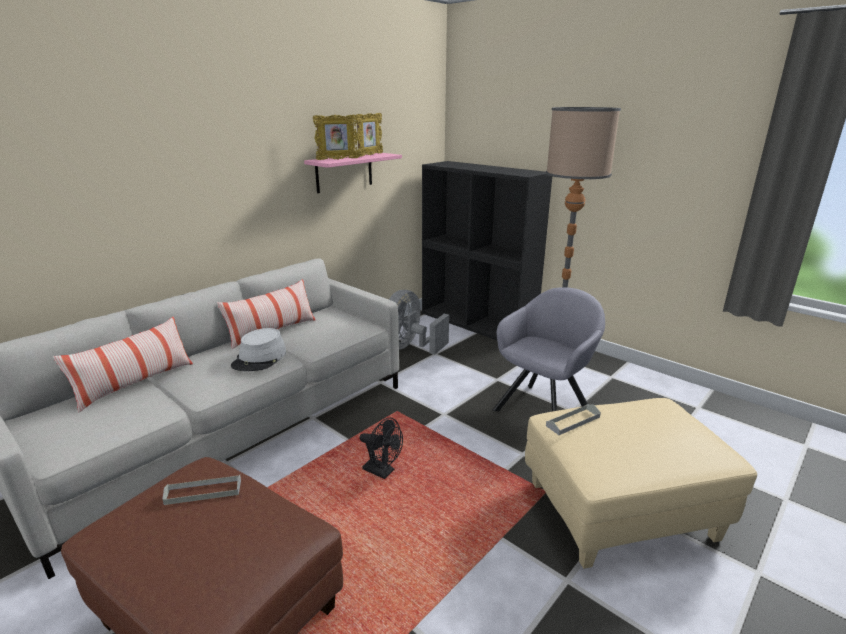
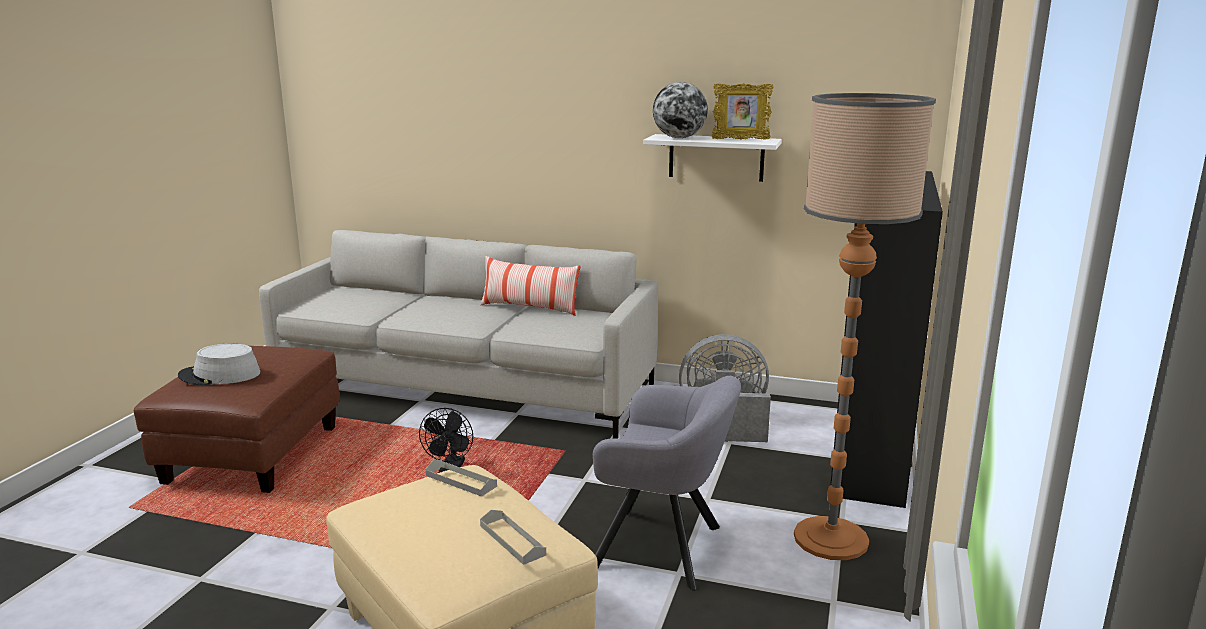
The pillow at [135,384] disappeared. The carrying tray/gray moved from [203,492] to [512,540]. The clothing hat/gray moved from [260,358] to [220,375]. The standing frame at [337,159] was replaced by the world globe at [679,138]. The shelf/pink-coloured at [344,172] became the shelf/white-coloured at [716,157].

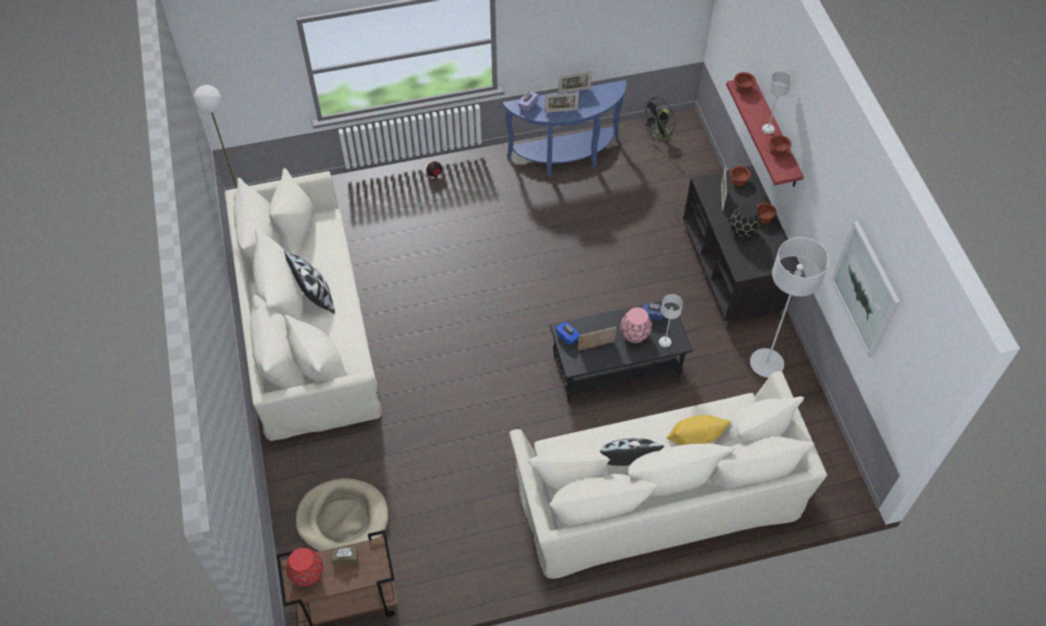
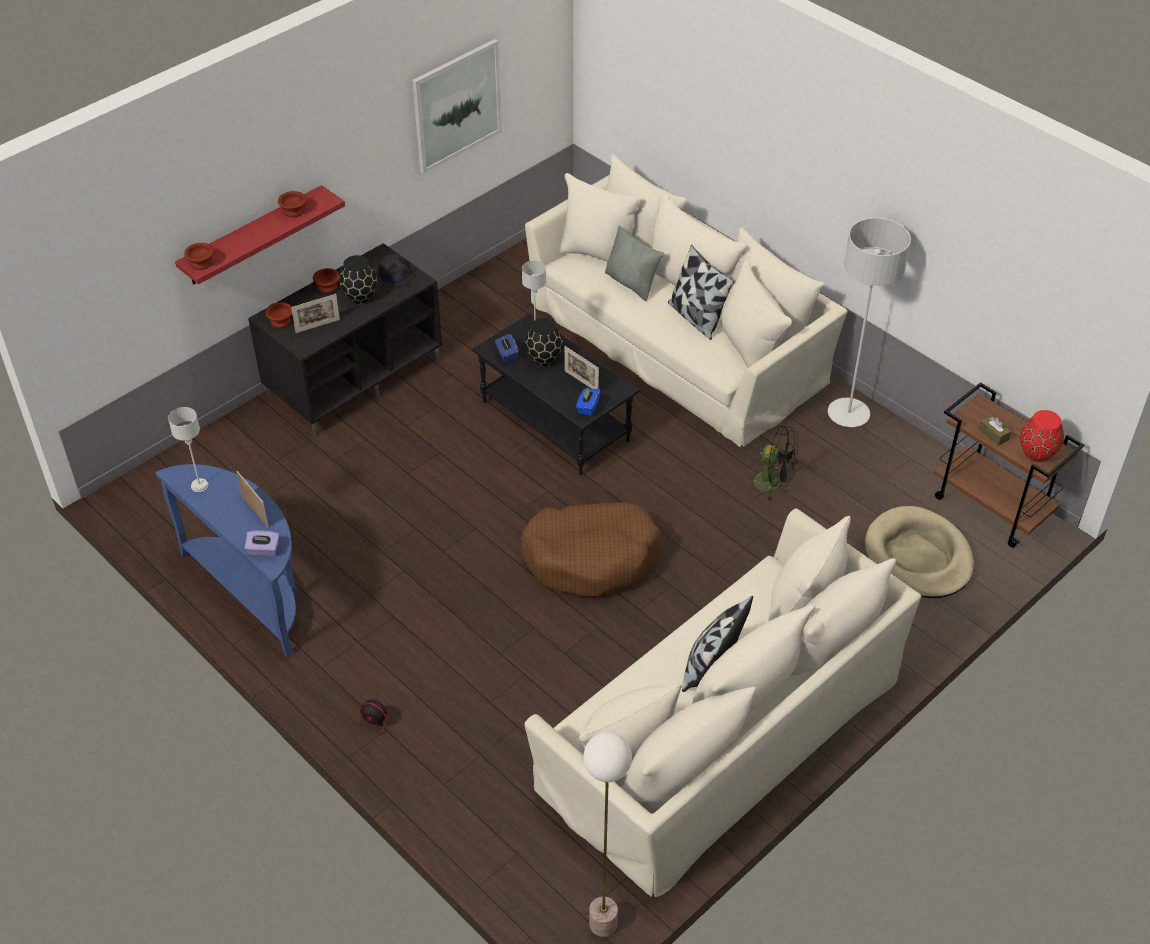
The standing frame at [574,91] disappeared. The clothing hat/black-coloured at [394,274] appeared. The pet bed/brown at [591,558] appeared. The electric fan/black-coloured moved from [658,137] to [773,483]. The floor lamp/gray moved from [766,364] to [848,414]. The lamp for a table/gray moved from [768,129] to [199,485]. The vase/pink-coloured at [634,335] became the vase/black-coloured at [545,358]. The pillow/yellow-coloured at [694,440] became the pillow/gray at [632,283].

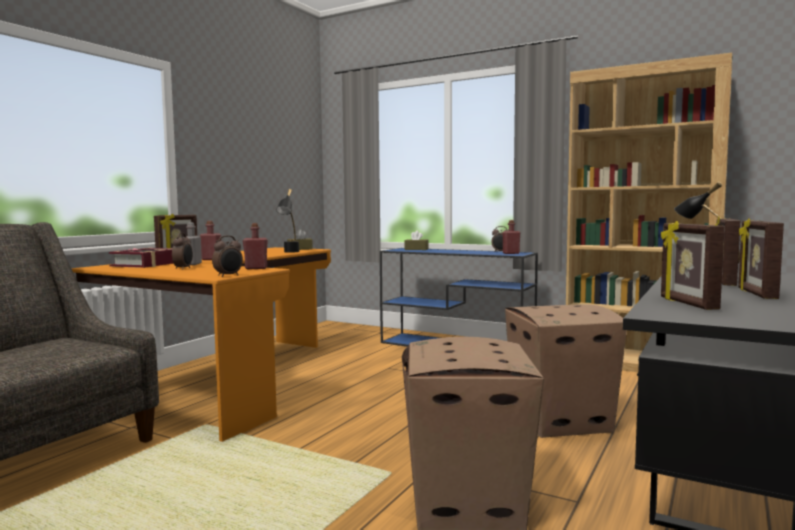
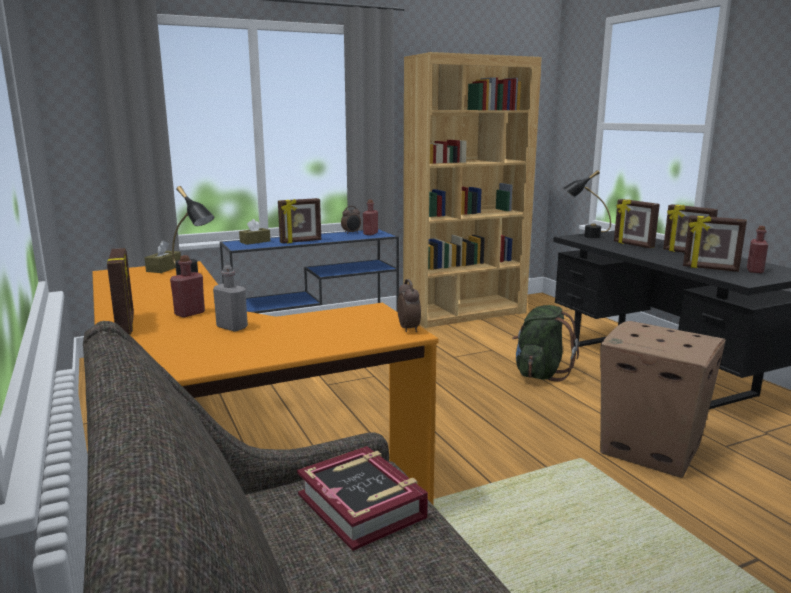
The table clock at [183,268] disappeared. The standing frame at [301,241] appeared. The bound book moved from [148,264] to [362,506]. The drink bottle/reddish moved from [256,268] to [754,270]. The carton at [558,421] was replaced by the knapsack/green-coloured at [540,374].

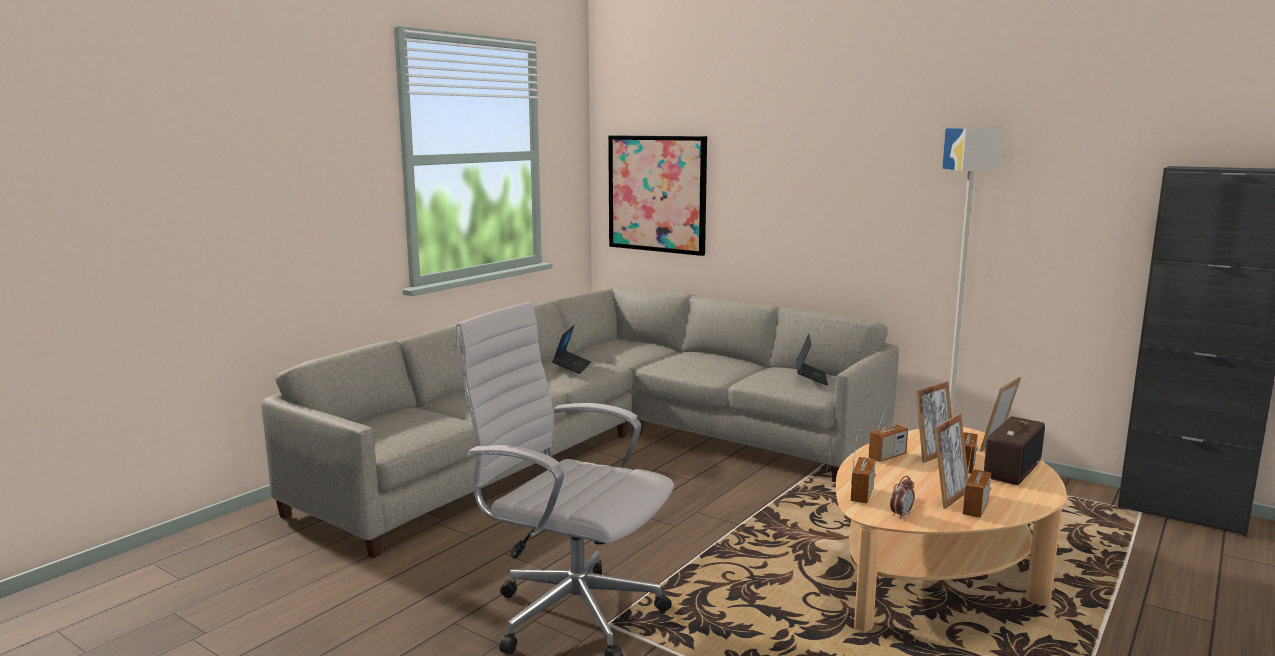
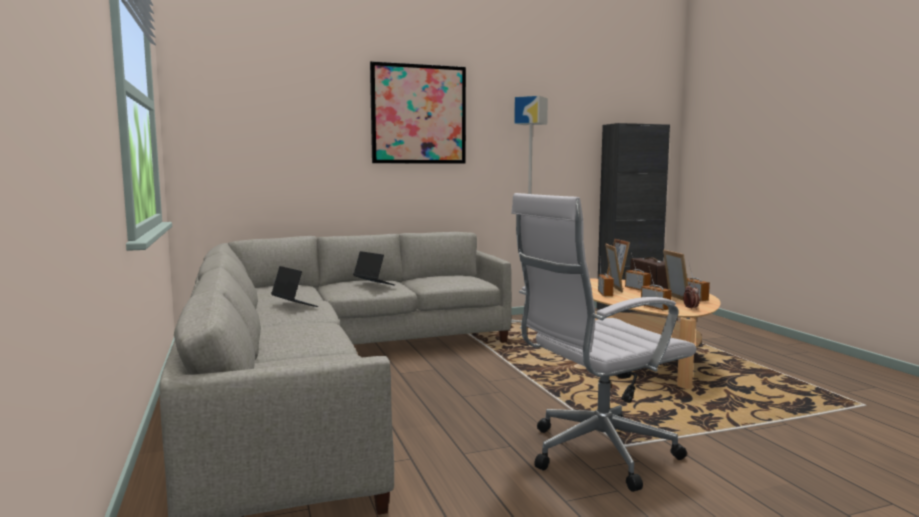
The wall picture moved from [657,194] to [418,114]. The notebook computer moved from [811,378] to [374,284].

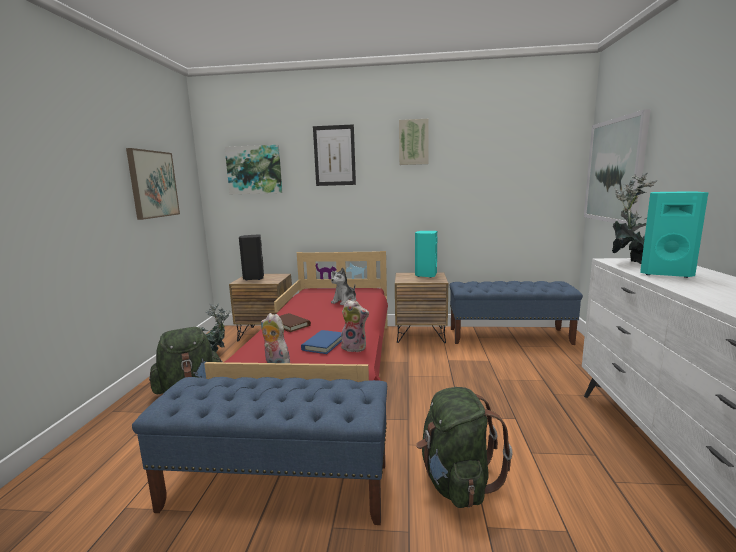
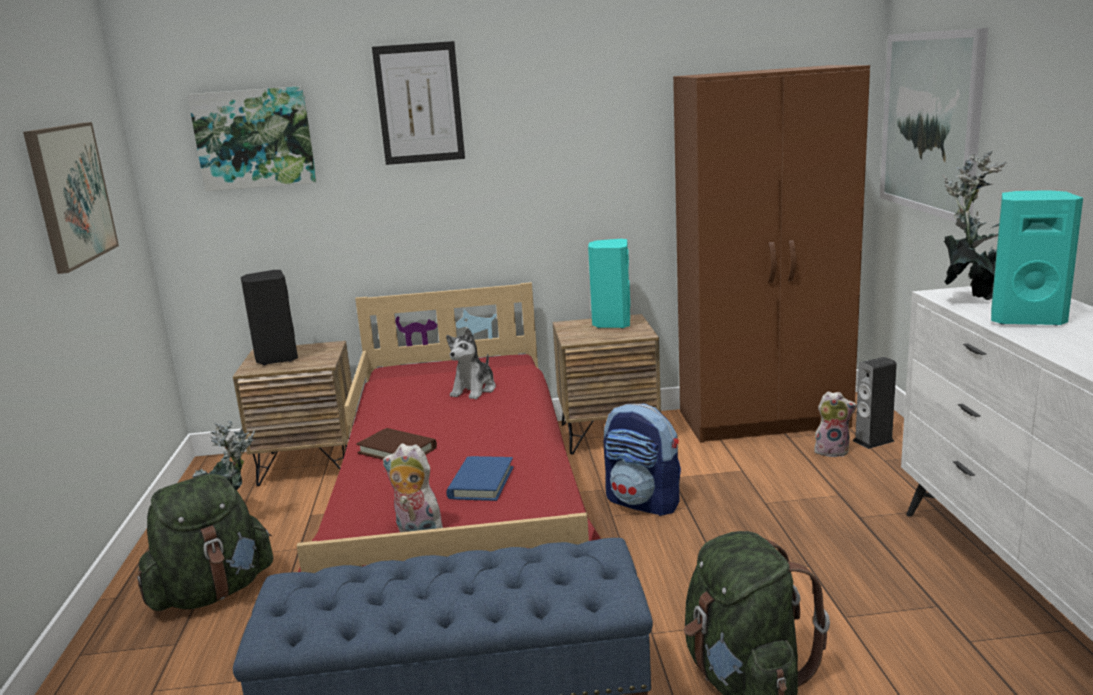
The wall picture at [413,142] disappeared. The knapsack at [643,502] appeared. The speaker at [873,441] appeared. The plush toy moved from [355,347] to [832,451]. The bench/blue-coloured at [509,336] was replaced by the clothes cupboard/brown at [765,420].

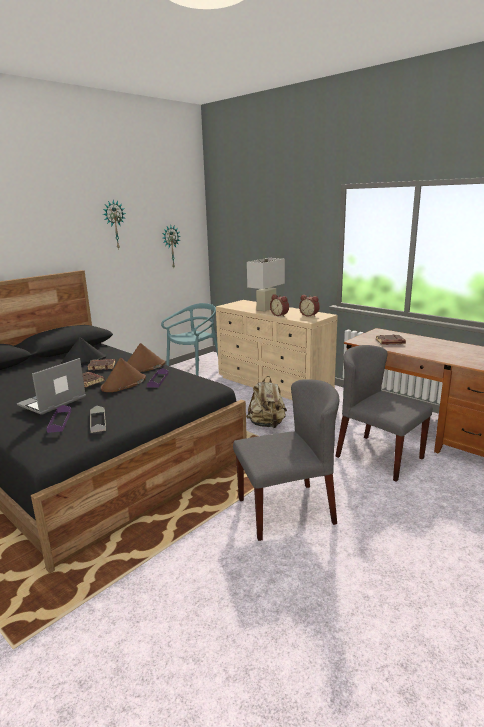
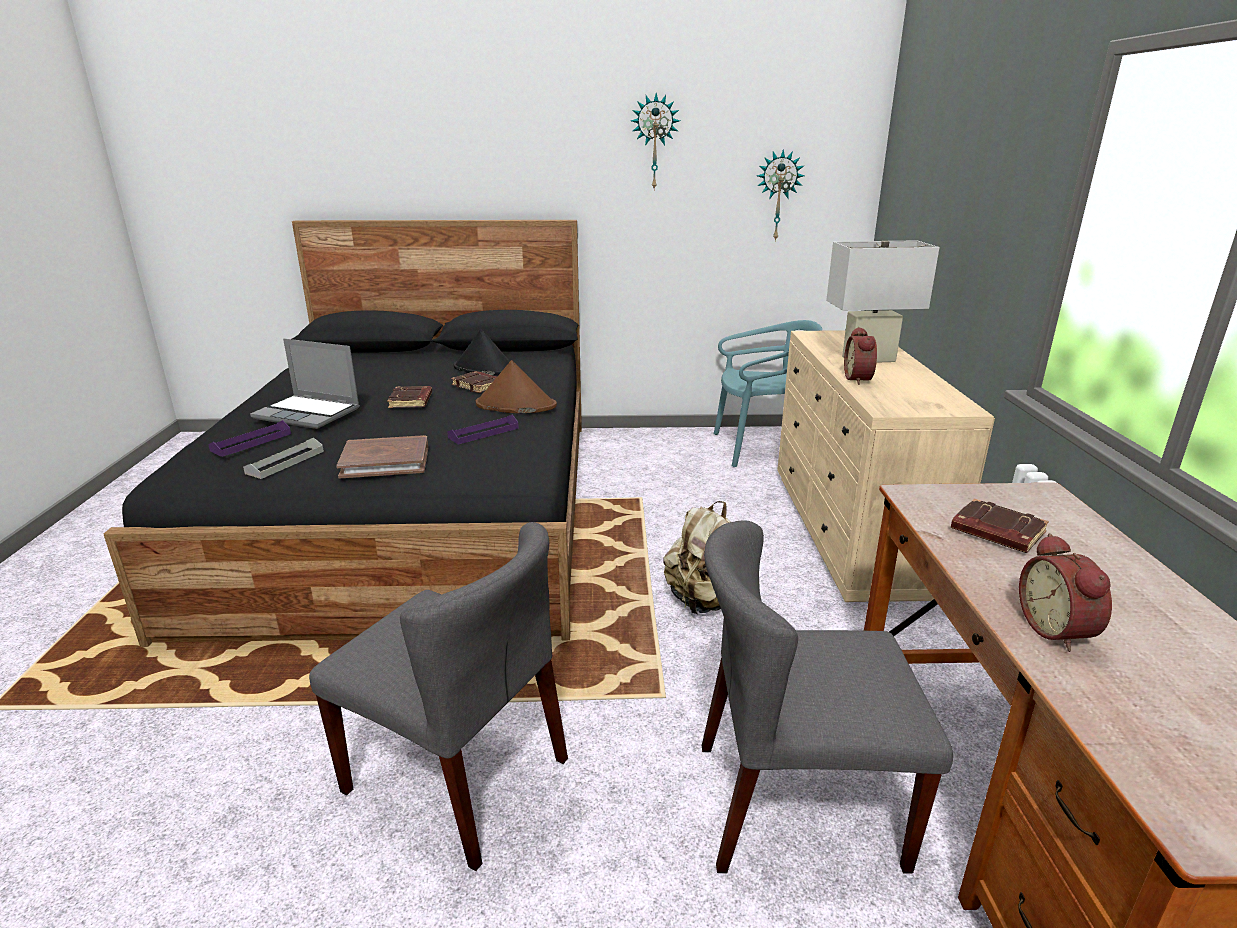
The clothing hat/brown at [123,384] disappeared. The bound book/brown at [385,461] appeared. The table clock moved from [309,315] to [1058,630]. The notebook computer at [52,402] turned 150 degrees counterclockwise. The chair/gray at [378,457] turned 90 degrees counterclockwise.

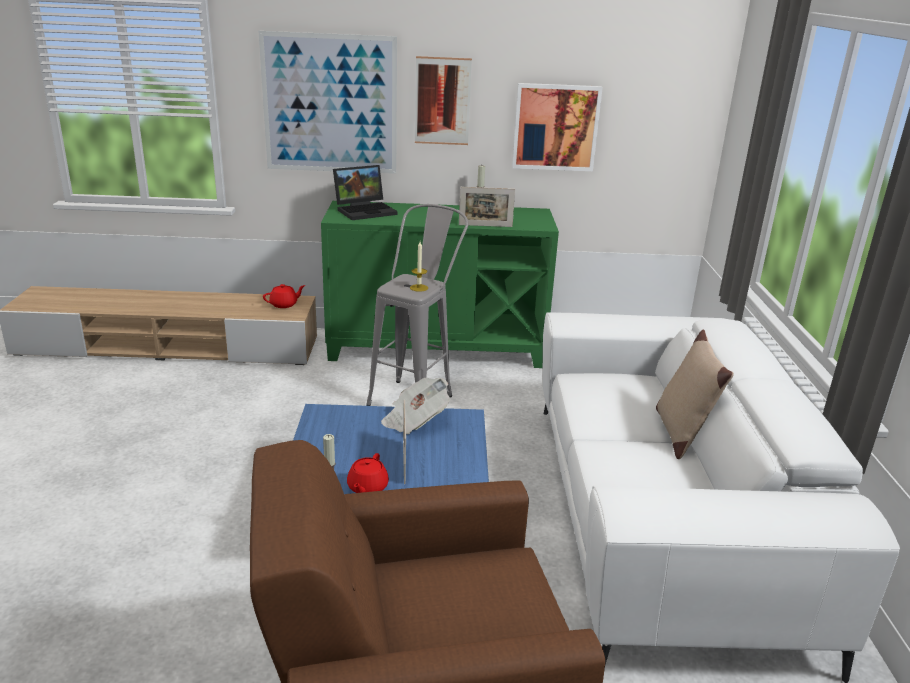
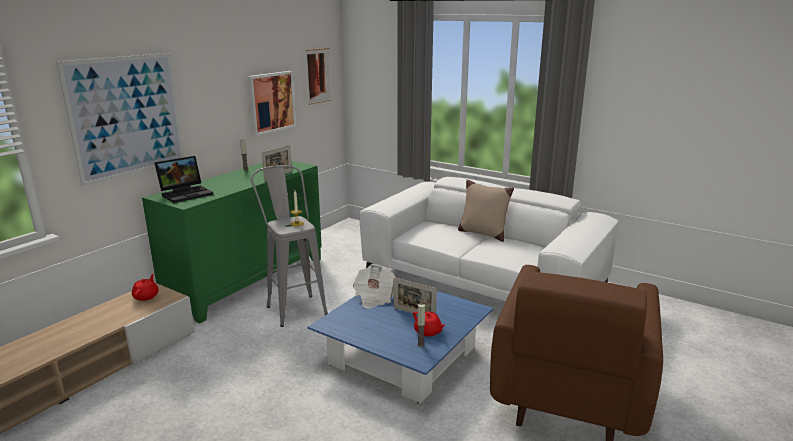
The wall picture moved from [442,101] to [318,76]. The notebook computer at [366,210] turned 45 degrees clockwise.

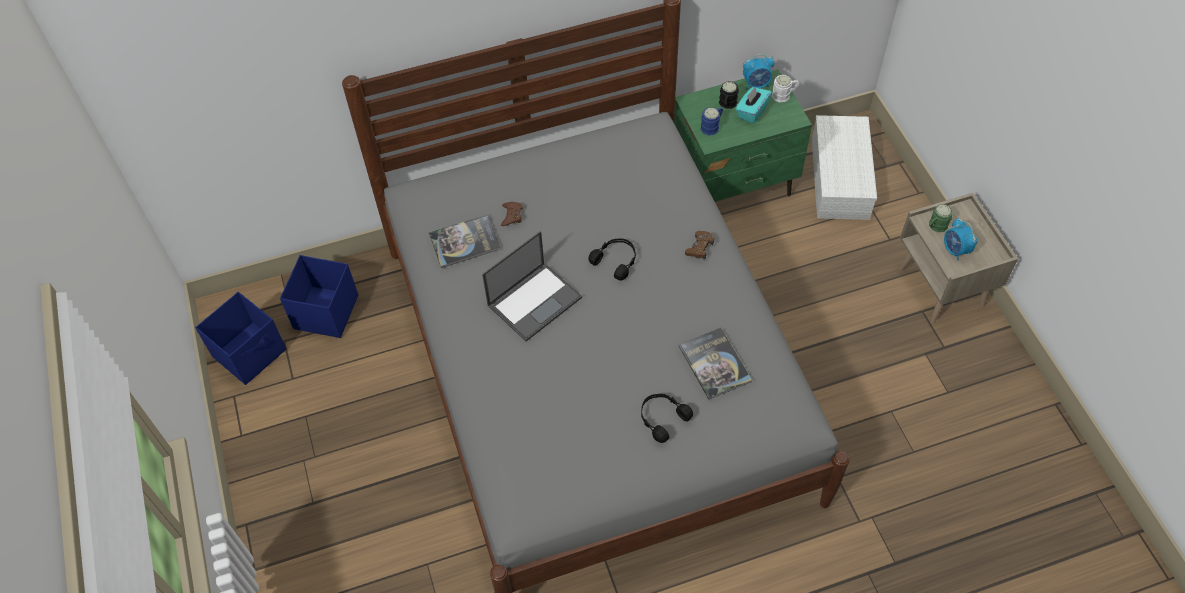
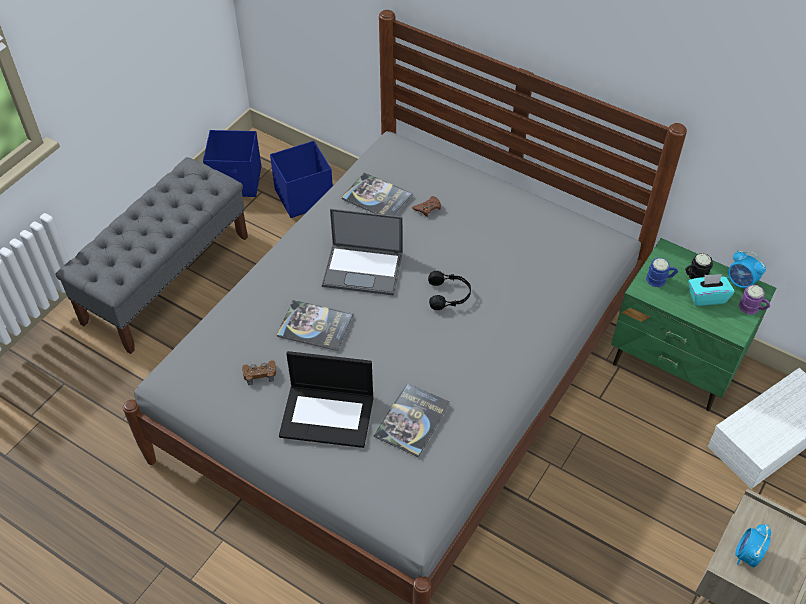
The mug/green-coloured at [936,226] disappeared. The bench/gray at [167,278] appeared. The bound book at [315,326] appeared. The gamepad/brown moved from [699,247] to [260,374]. The pair of headphones/black-coloured at [662,418] was replaced by the notebook computer at [328,415]. The mug/white-coloured at [784,95] became the mug/purple-coloured at [752,308].

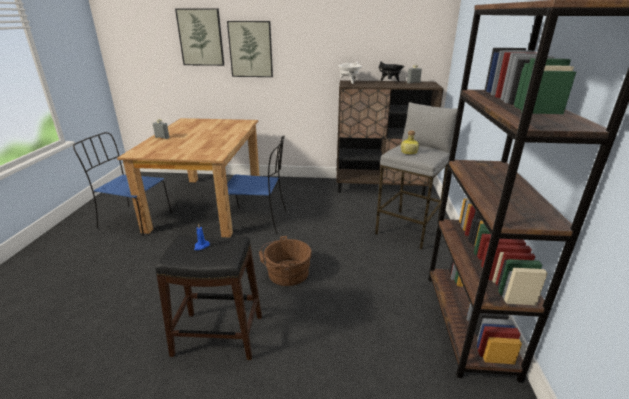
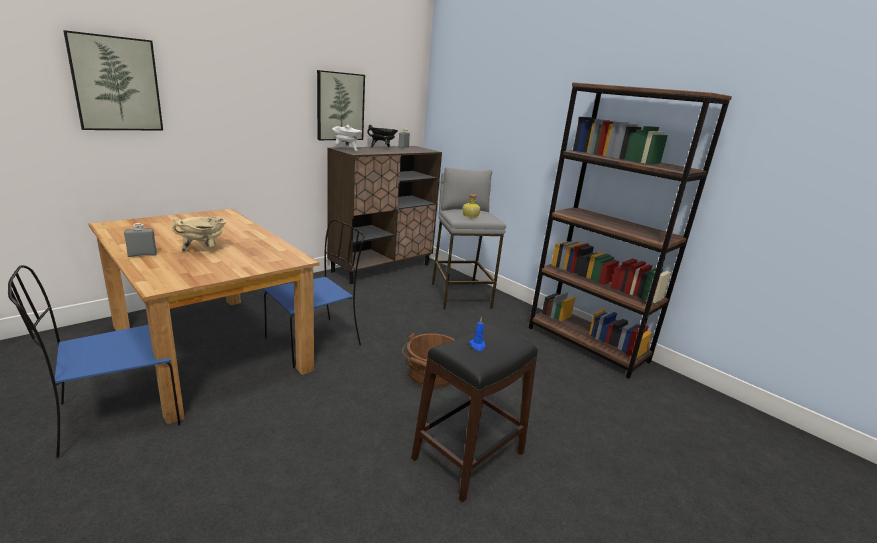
The stockpot/beige at [204,250] appeared. The wall picture moved from [251,49] to [340,106].

